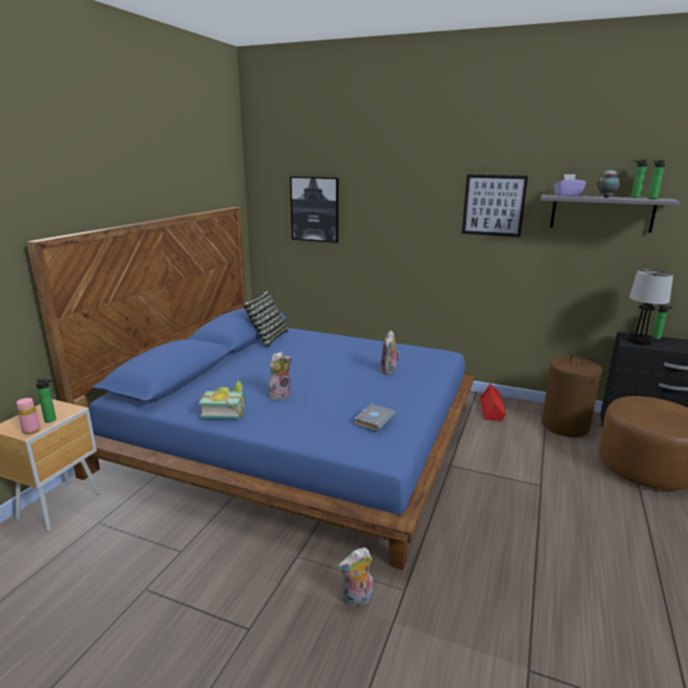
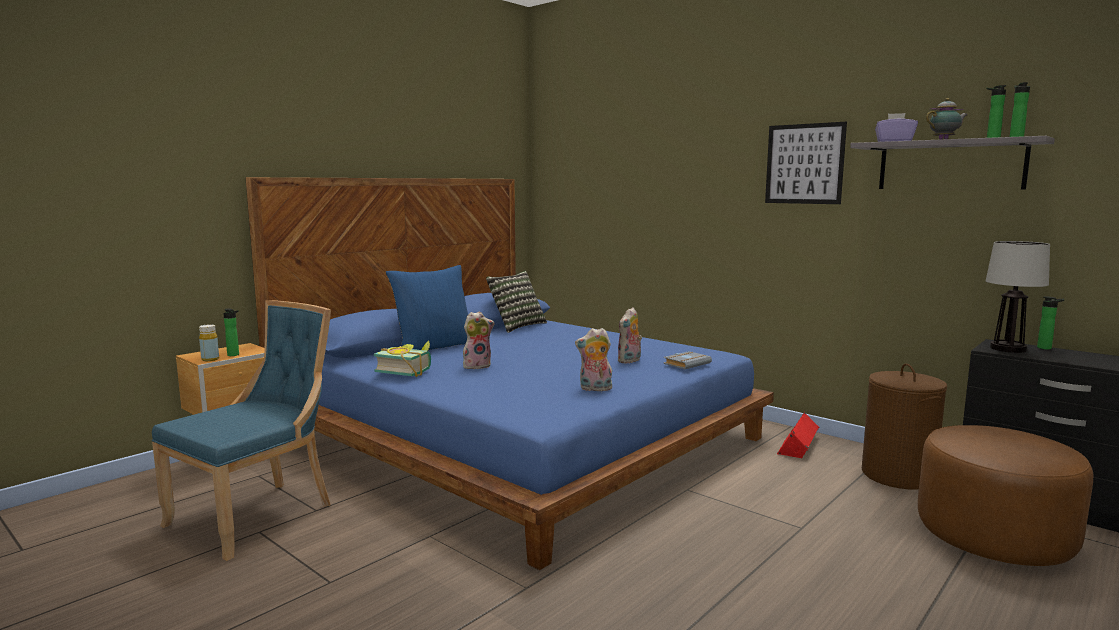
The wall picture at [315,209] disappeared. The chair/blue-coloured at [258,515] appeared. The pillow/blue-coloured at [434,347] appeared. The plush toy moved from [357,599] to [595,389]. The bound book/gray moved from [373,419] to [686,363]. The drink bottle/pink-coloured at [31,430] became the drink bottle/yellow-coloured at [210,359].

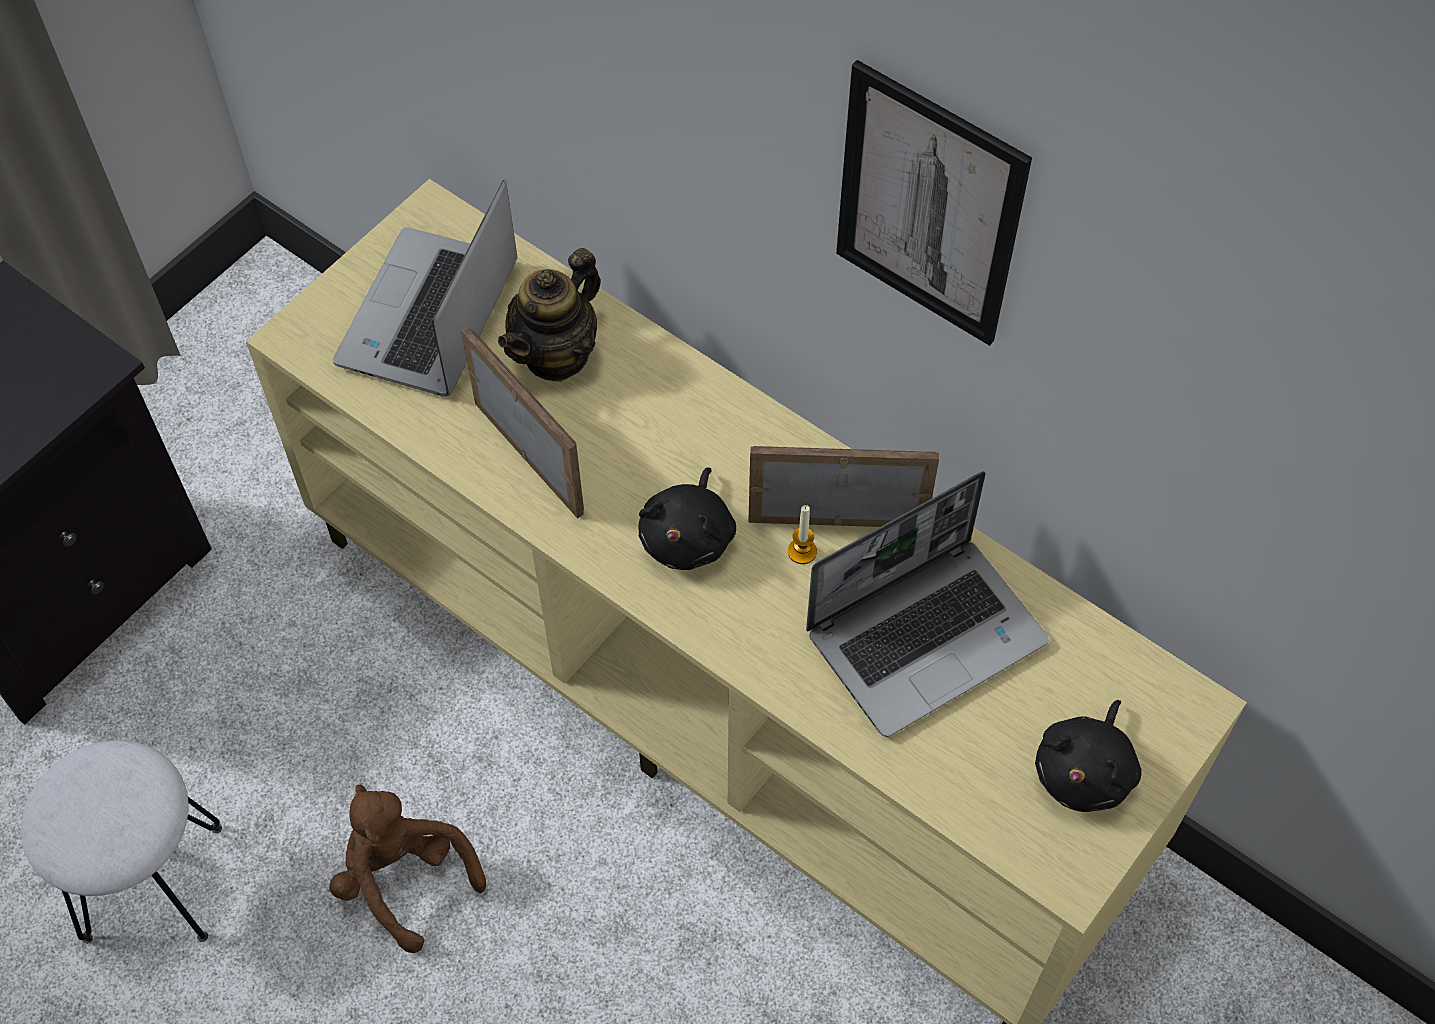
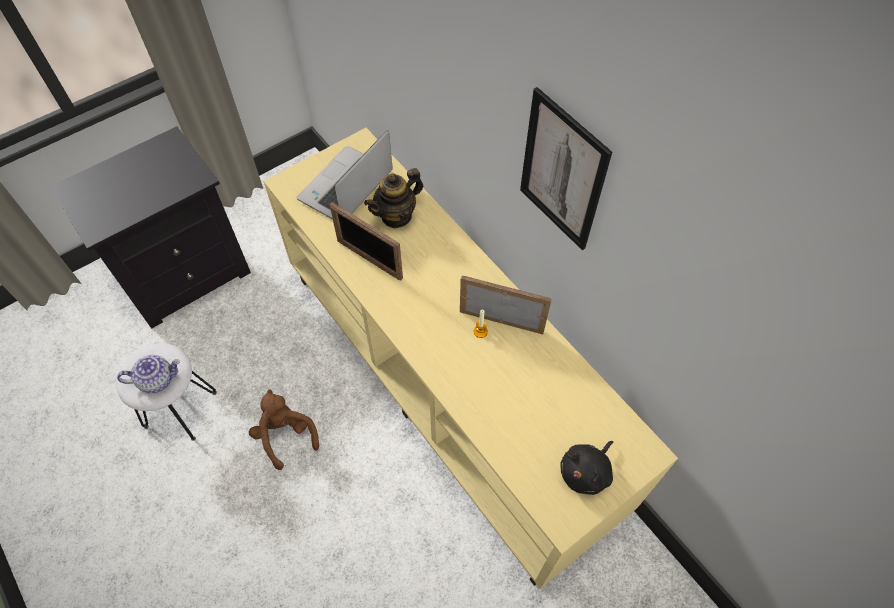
The plush toy/black-coloured at [689,536] disappeared. The notebook computer at [927,635] disappeared. The teapot at [157,379] appeared. The standing frame at [529,457] turned 150 degrees clockwise.

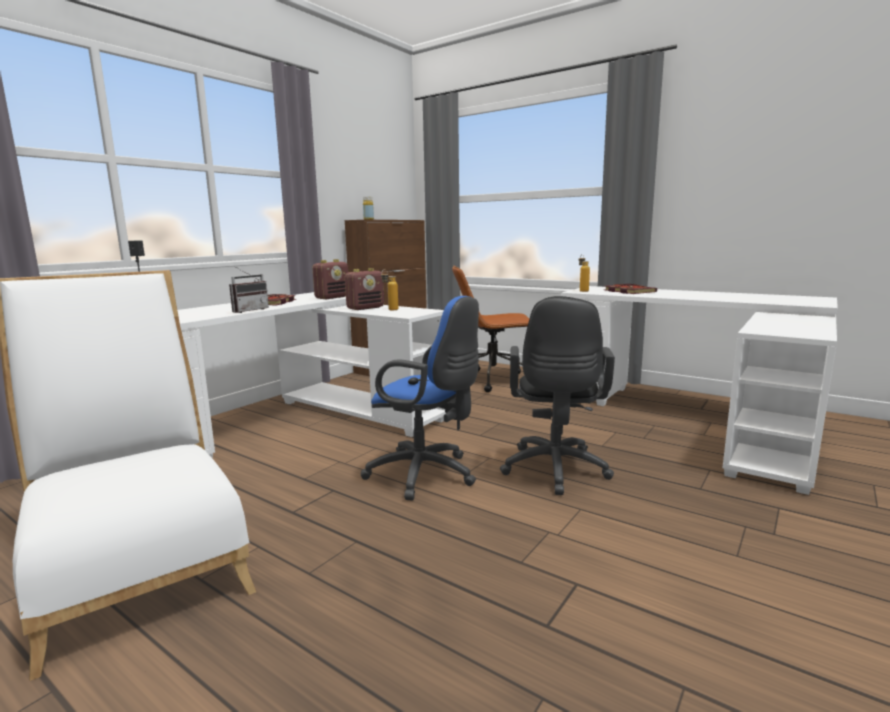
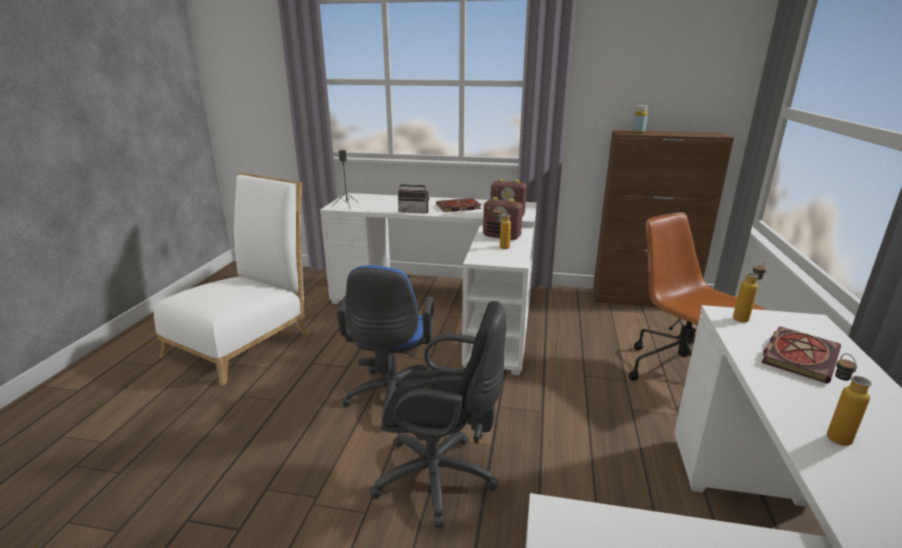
The drink bottle at [832,433] appeared. The computer chair/black-coloured at [554,471] turned 150 degrees counterclockwise.

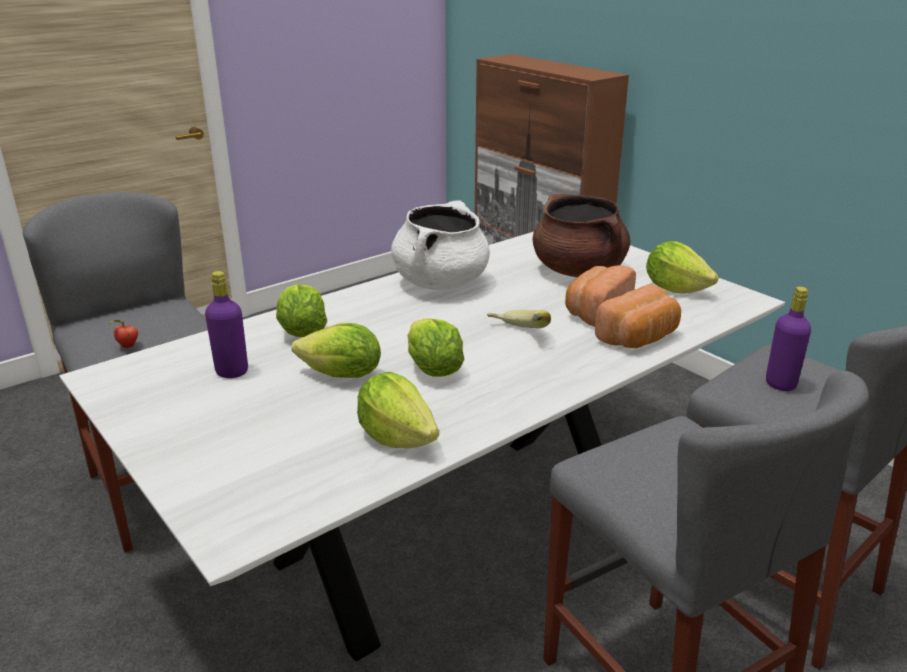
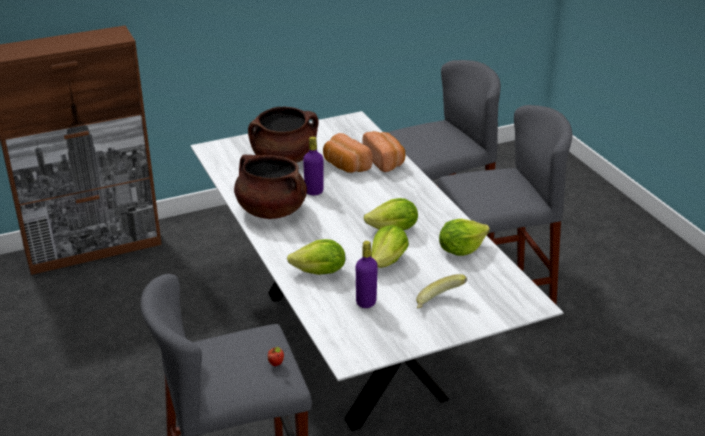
The lettuce head at [675,288] disappeared. The banana fruit moved from [516,335] to [439,304]. The drink bottle/purple-coloured moved from [780,384] to [314,191]. The stockpot/white-coloured at [440,282] became the stockpot/brown at [271,210].

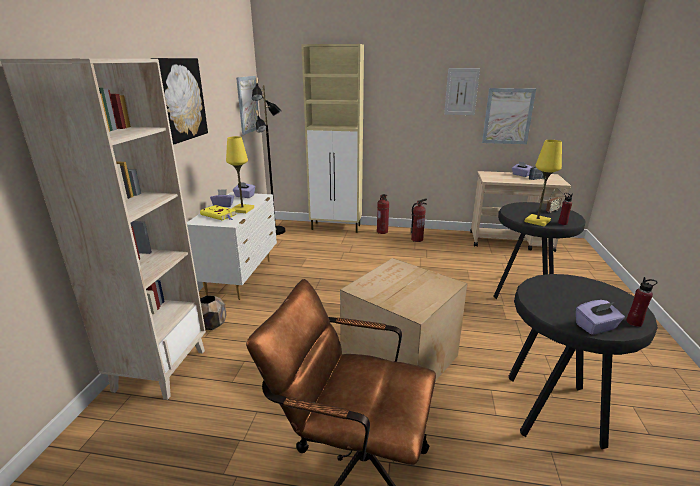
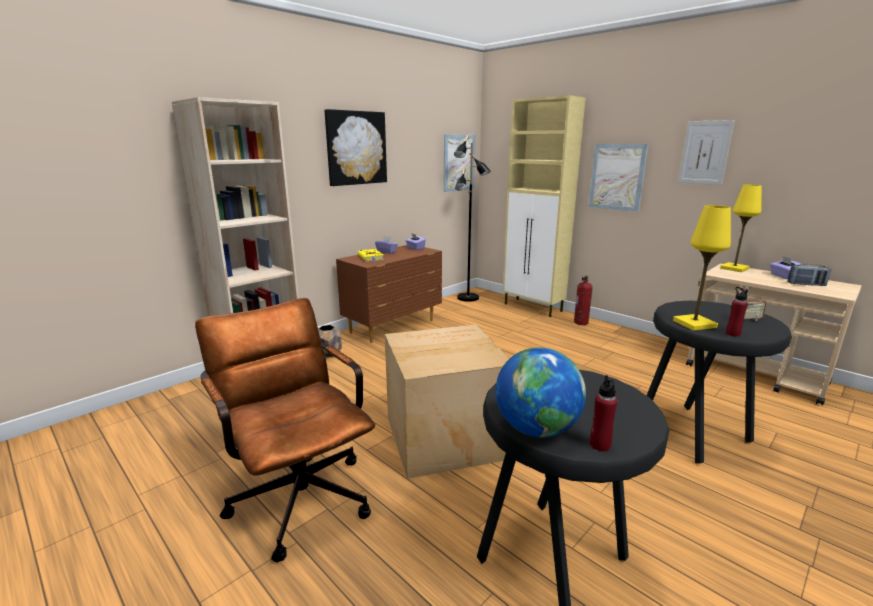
The extinguisher at [417,239] disappeared. The lamp for a table/yellow-coloured moved from [242,209] to [734,268]. The wall picture moved from [508,116] to [617,177]. The tissue holder/purple-coloured at [596,327] was replaced by the world globe at [536,429]. The dresser/white-coloured at [241,277] became the dresser/brown at [394,326].

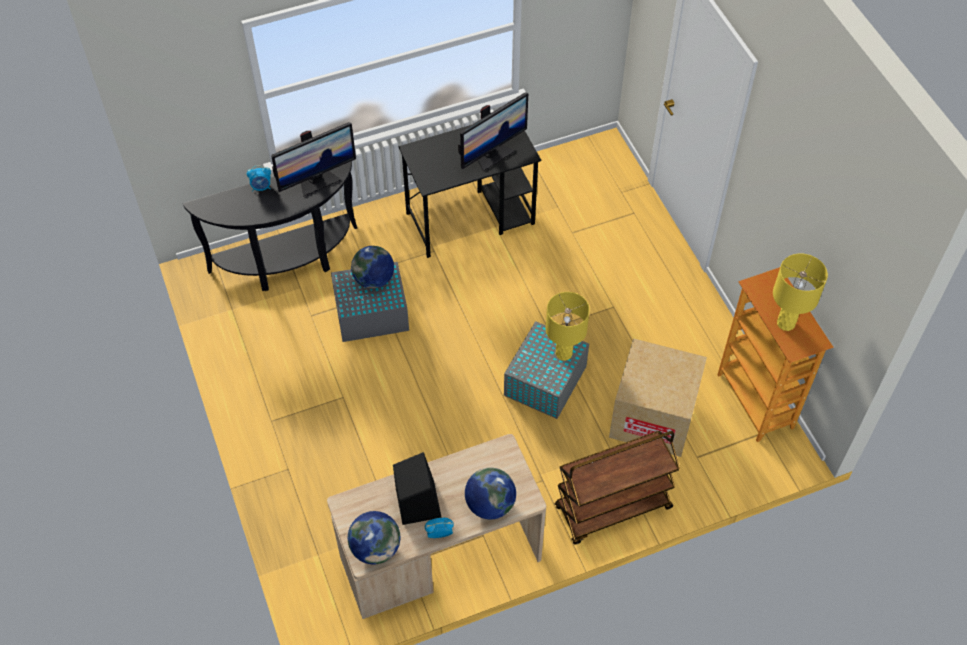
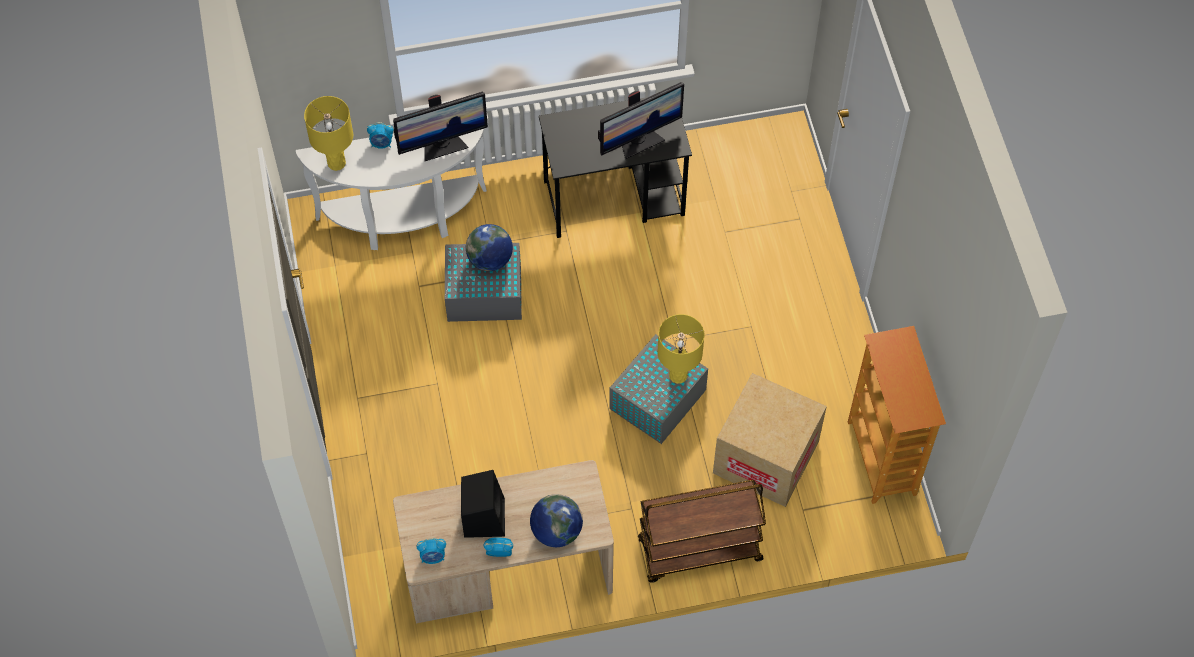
The lamp for a table/yellow-coloured moved from [785,323] to [336,163]. The world globe at [375,548] was replaced by the table clock at [433,557]. The console table/black-coloured at [288,262] became the console table/white-coloured at [404,220].

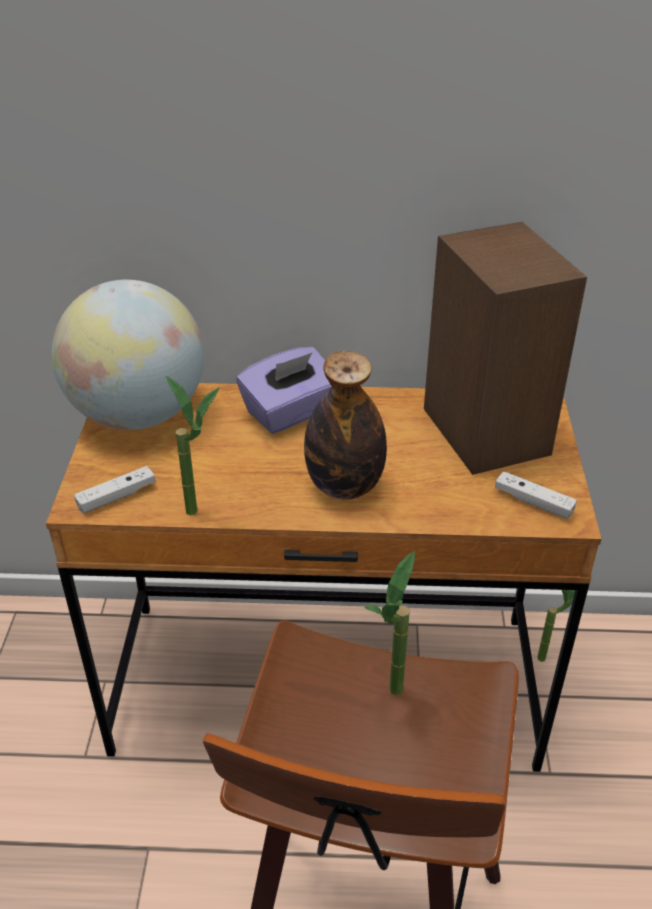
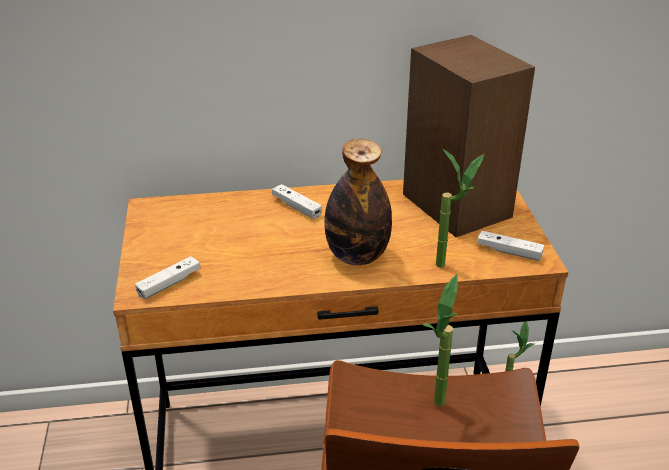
The world globe at [138,414] disappeared. The potted plant moved from [203,513] to [450,265]. The tissue holder/purple-coloured at [291,412] was replaced by the gamepad/white-coloured at [296,207].

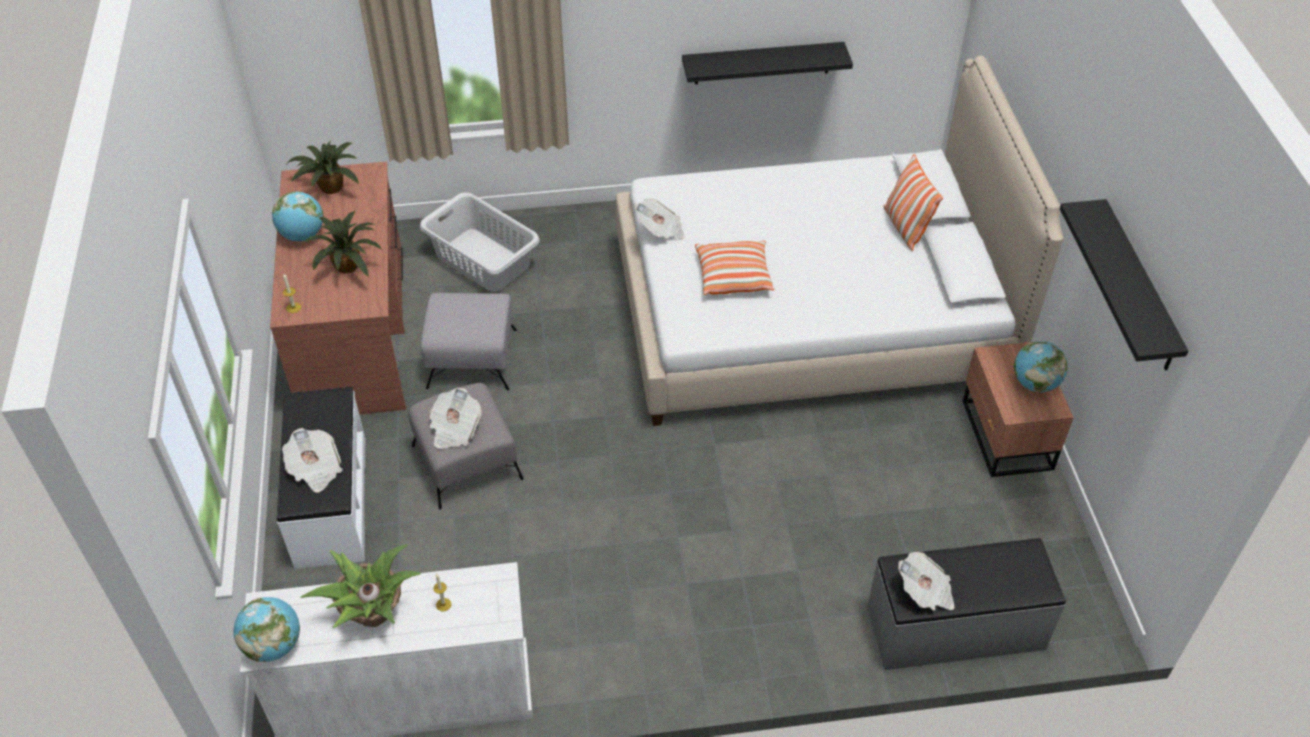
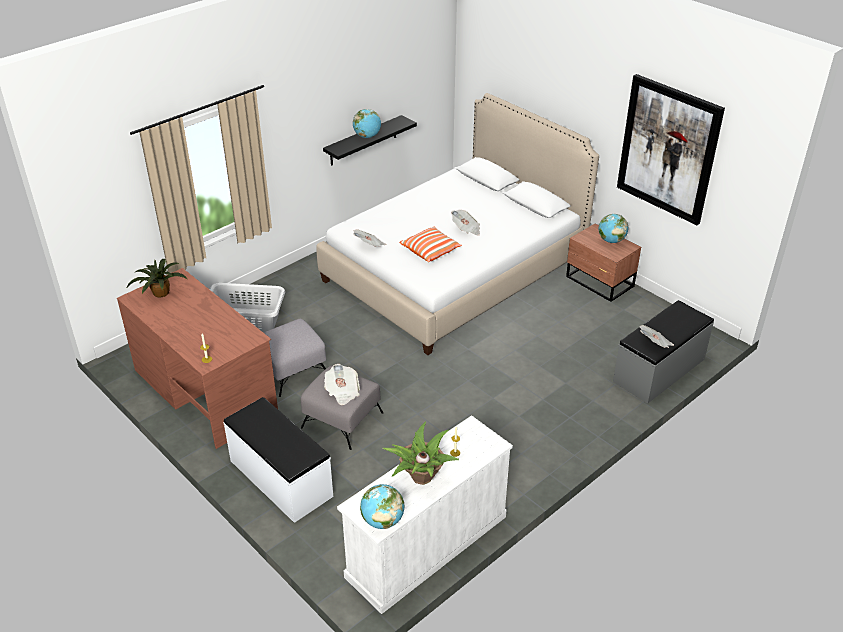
The potted plant at [349,266] disappeared. The pillow at [905,227] disappeared. The world globe moved from [302,235] to [367,136]. The printed paper moved from [315,469] to [466,229]. The shelf/black-coloured at [1139,287] was replaced by the wall picture at [668,149].

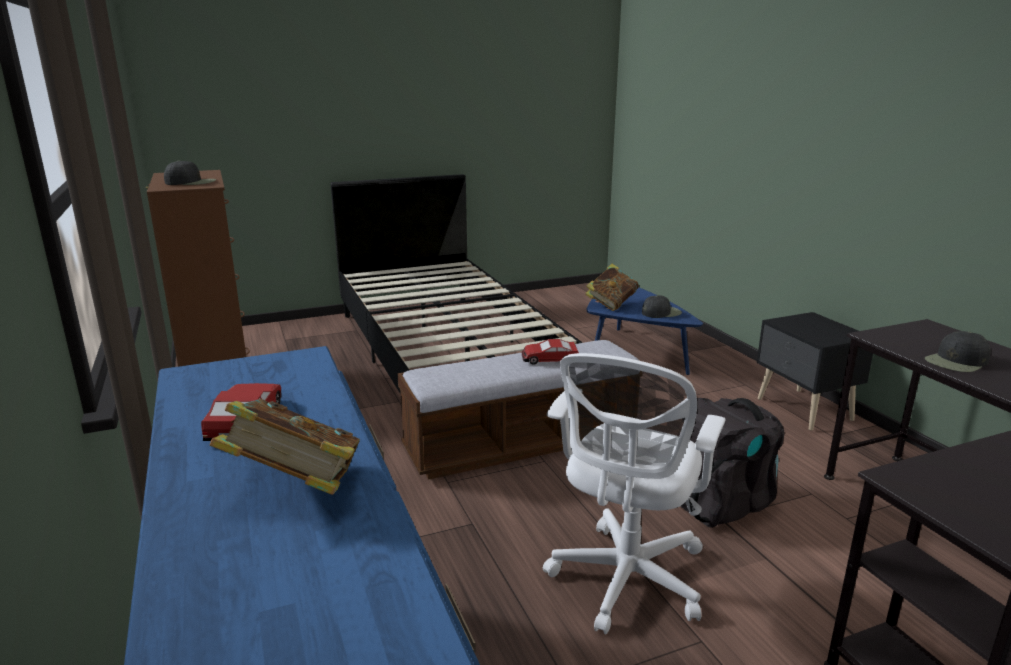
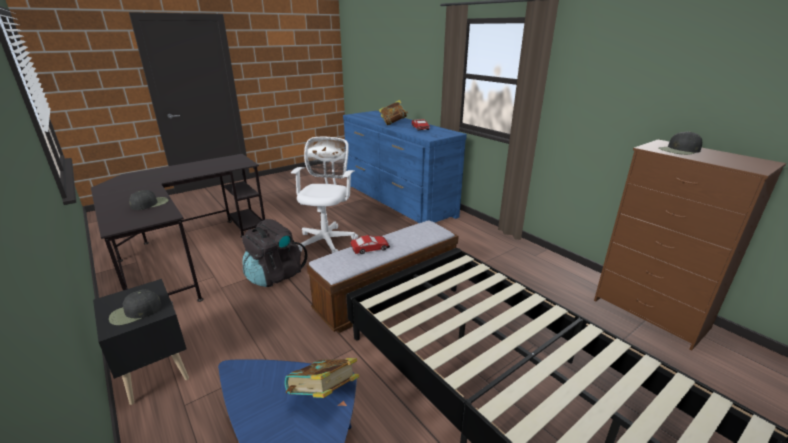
The baseball cap/black-coloured moved from [661,312] to [135,312].

